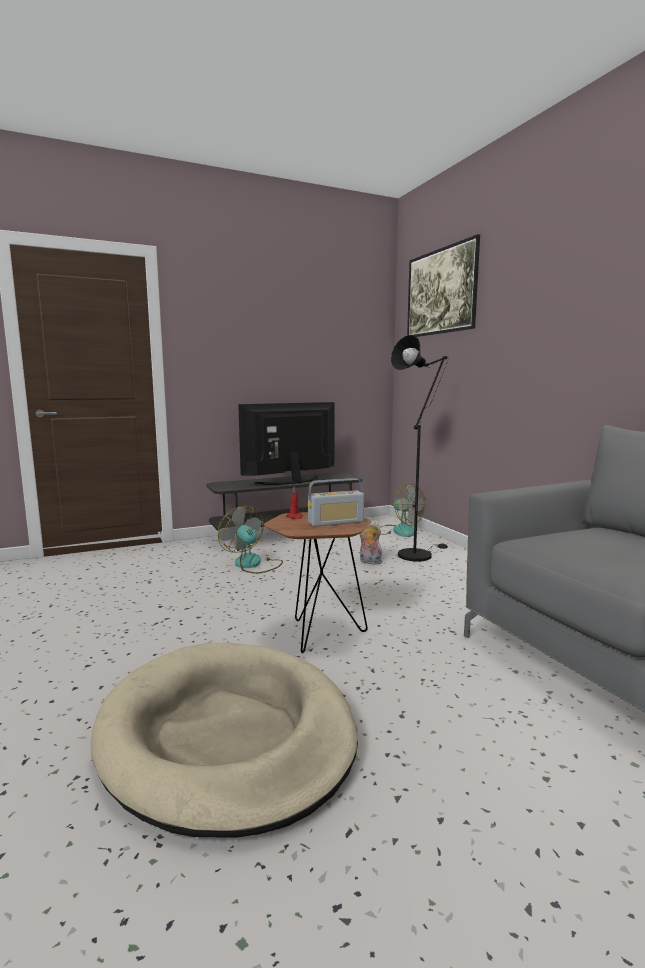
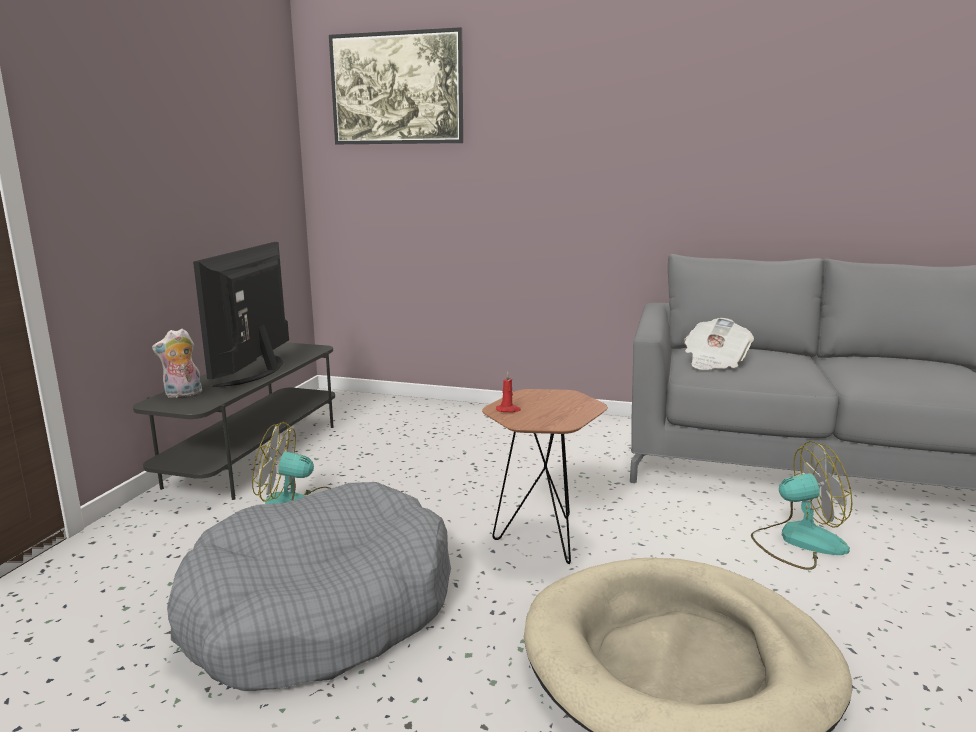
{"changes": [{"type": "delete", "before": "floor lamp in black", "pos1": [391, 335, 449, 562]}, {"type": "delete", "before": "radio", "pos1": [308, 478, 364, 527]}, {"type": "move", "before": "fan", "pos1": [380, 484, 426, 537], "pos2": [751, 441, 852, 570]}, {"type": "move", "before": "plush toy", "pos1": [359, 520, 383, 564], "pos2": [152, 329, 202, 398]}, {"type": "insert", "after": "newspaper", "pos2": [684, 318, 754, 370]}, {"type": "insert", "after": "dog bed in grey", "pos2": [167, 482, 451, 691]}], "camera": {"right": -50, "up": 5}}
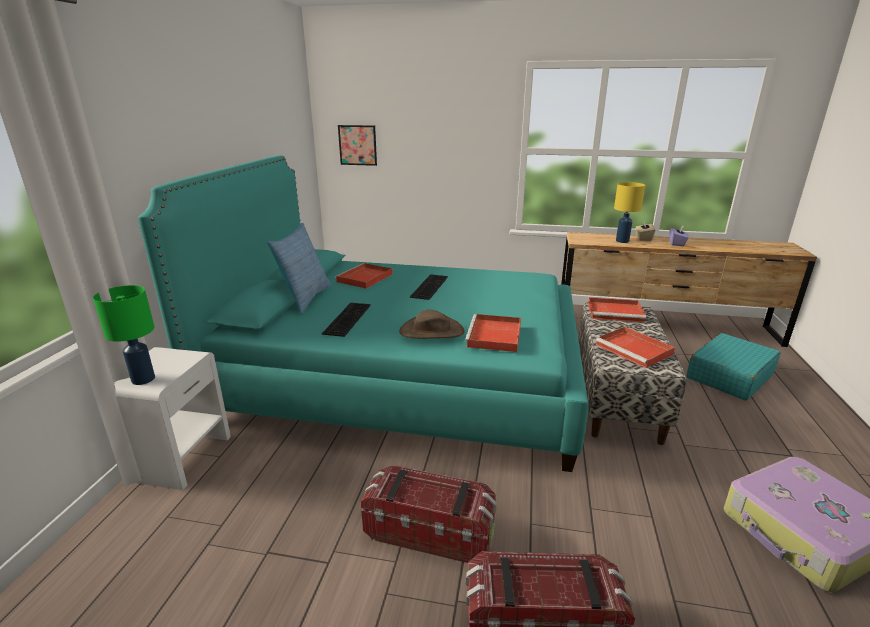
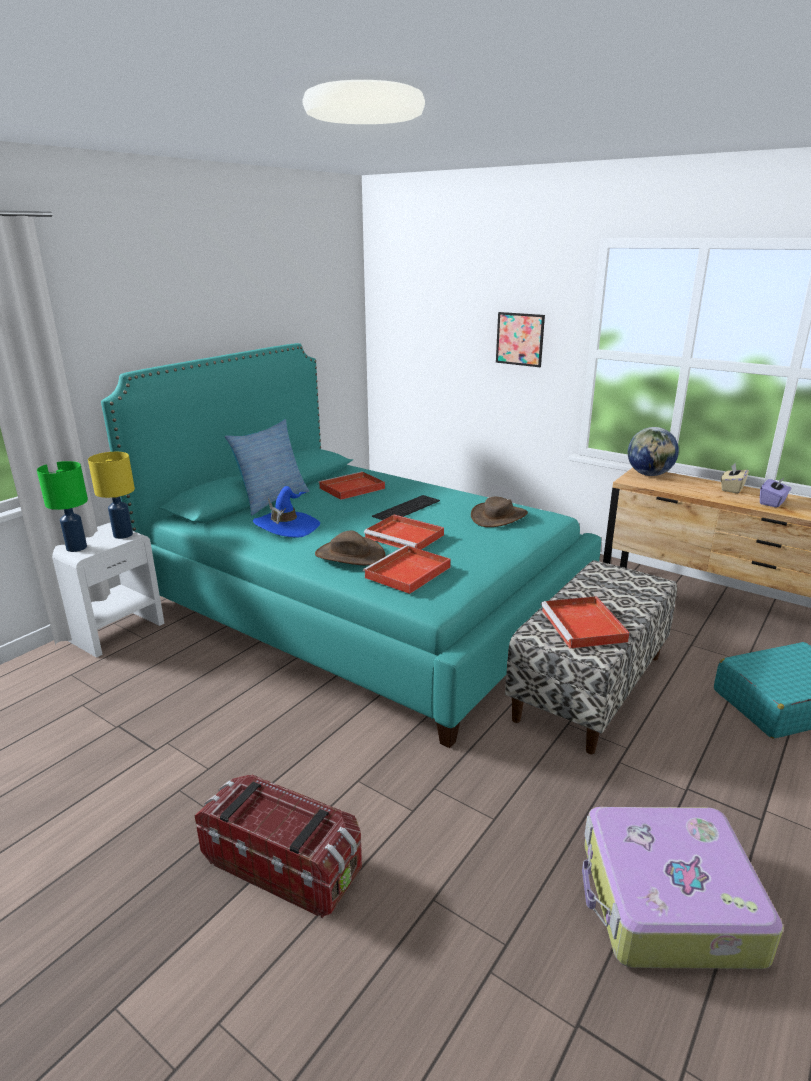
{"changes": [{"type": "move", "before": "picture", "pos1": [338, 125, 377, 166], "pos2": [496, 312, 545, 367]}, {"type": "move", "before": "table lamp in yellow", "pos1": [614, 182, 646, 243], "pos2": [88, 452, 135, 539]}, {"type": "move", "before": "tray in red", "pos1": [588, 297, 646, 323], "pos2": [364, 515, 444, 550]}, {"type": "replace", "before": "keyboard", "after": "hat in blue", "pos1": [322, 303, 371, 337], "pos2": [253, 486, 320, 537]}, {"type": "delete", "before": "storage box", "pos1": [361, 466, 497, 563]}, {"type": "insert", "after": "globe", "pos2": [628, 427, 679, 476]}, {"type": "insert", "after": "hat in brown", "pos2": [471, 497, 528, 527]}], "camera": {"right": 25, "up": 0}}
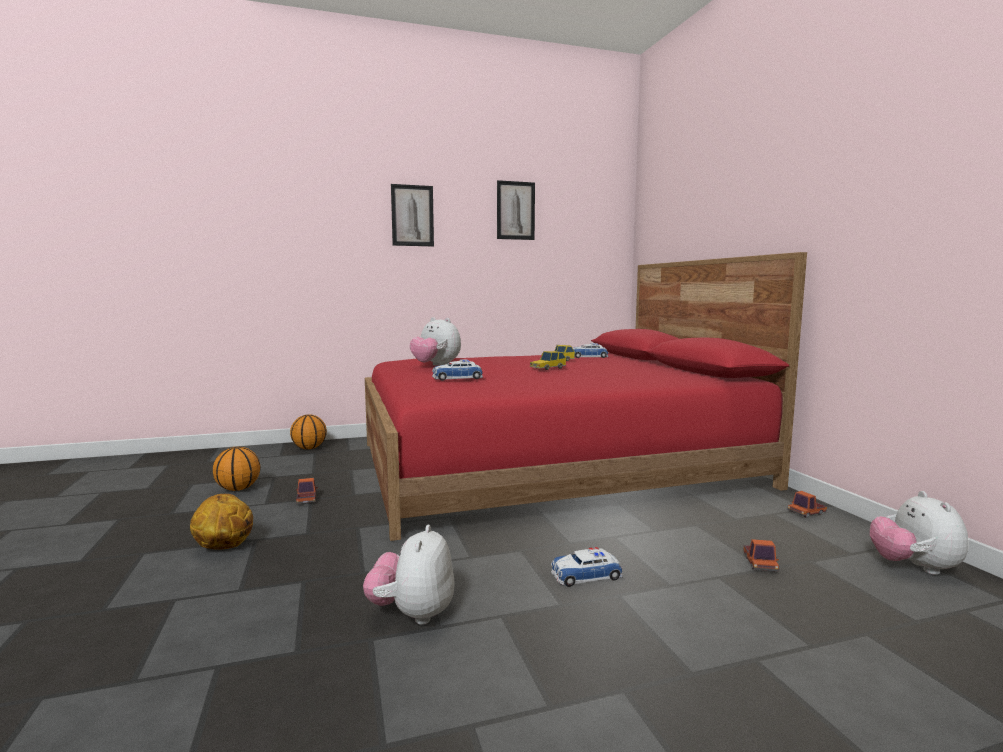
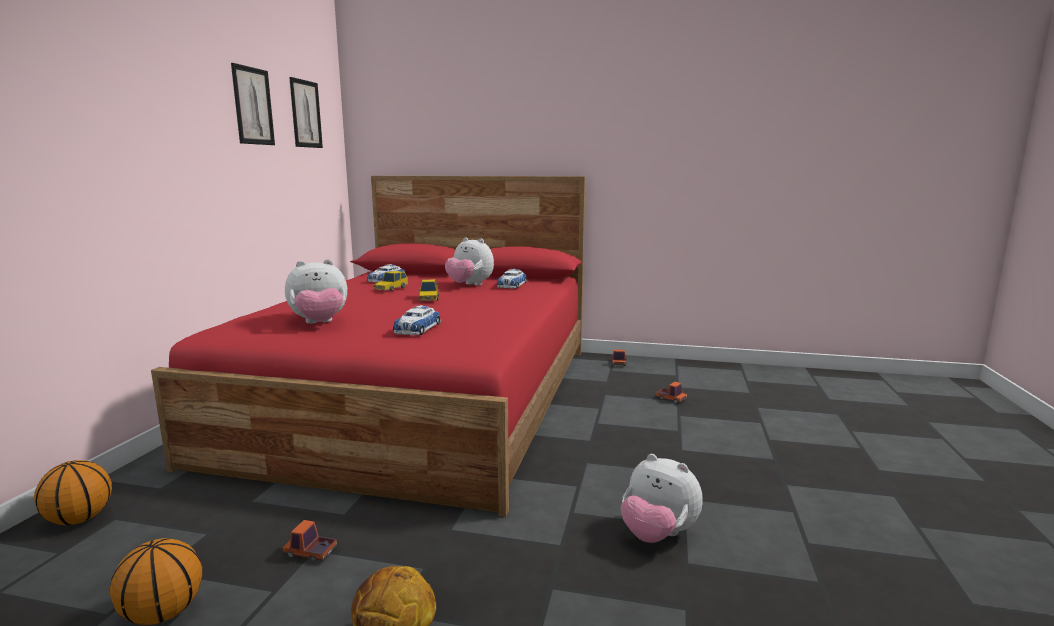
{"changes": [{"type": "move", "before": "picture", "pos1": [391, 184, 434, 246], "pos2": [289, 77, 323, 148]}, {"type": "move", "before": "plush toy", "pos1": [870, 491, 968, 575], "pos2": [445, 237, 494, 286]}, {"type": "move", "before": "toy car", "pos1": [551, 547, 623, 587], "pos2": [497, 269, 527, 289]}], "camera": {"right": -60, "up": 5}}
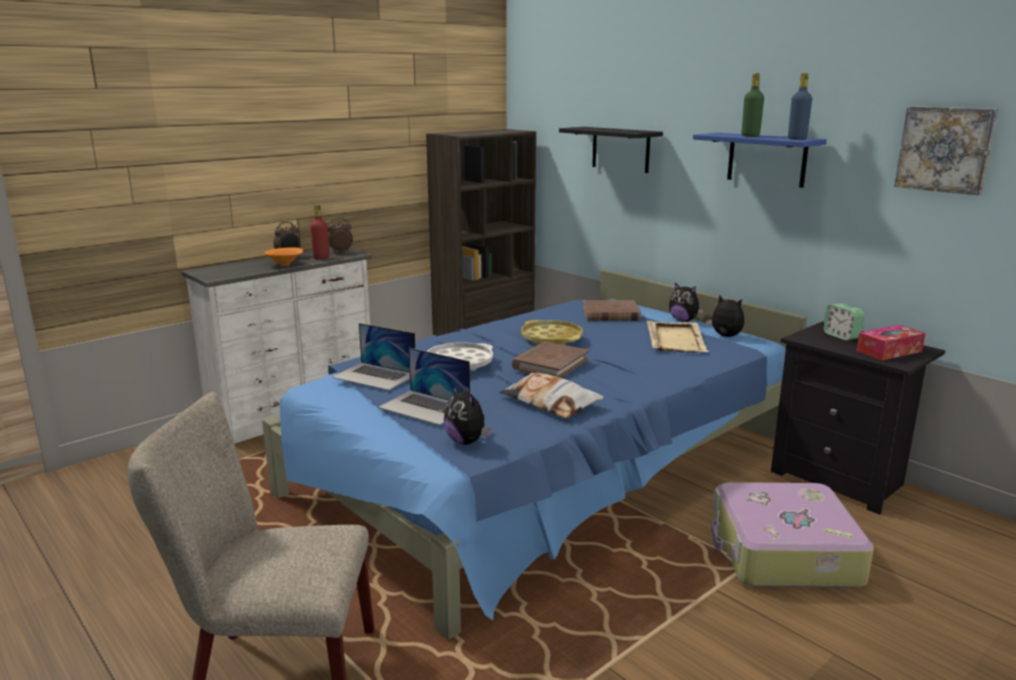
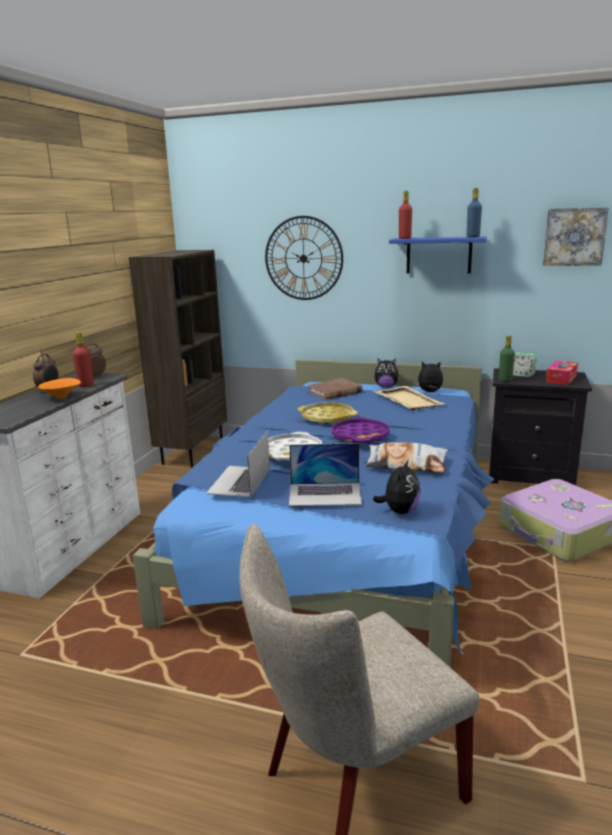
{"changes": [{"type": "move", "before": "bottle in green", "pos1": [741, 73, 764, 137], "pos2": [499, 335, 515, 382]}, {"type": "replace", "before": "shelf in black", "after": "wall clock", "pos1": [559, 127, 663, 173], "pos2": [265, 216, 343, 300]}, {"type": "rotate", "before": "laptop", "pos1": [332, 323, 416, 390], "pos2": [206, 431, 270, 497], "turn": 105}, {"type": "replace", "before": "book in brown", "after": "tray in purple", "pos1": [512, 342, 589, 378], "pos2": [332, 417, 390, 444]}, {"type": "rotate", "before": "plush toy", "pos1": [444, 384, 491, 445], "pos2": [373, 459, 420, 514], "turn": -90}, {"type": "insert", "after": "bottle in red", "pos2": [399, 191, 412, 239]}], "camera": {"right": -30, "up": 0}}
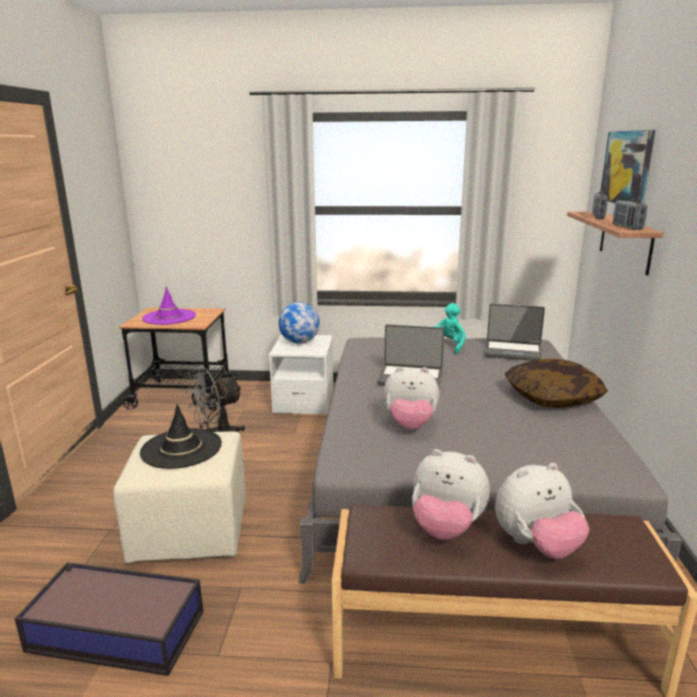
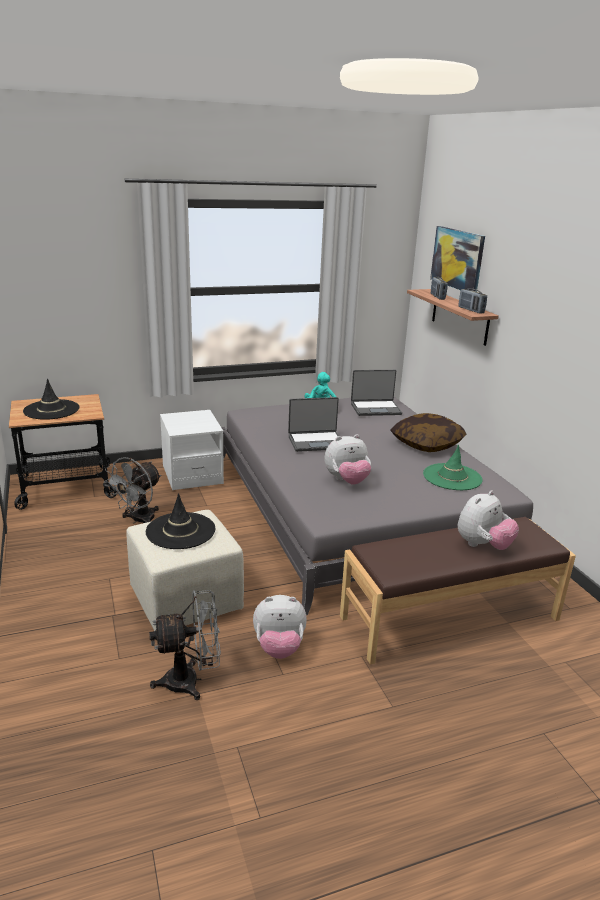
{"changes": [{"type": "recolor", "before": "hat in purple", "after": "hat in black", "pos1": [142, 286, 196, 325], "pos2": [23, 379, 79, 420]}, {"type": "delete", "before": "globe", "pos1": [278, 302, 320, 344]}, {"type": "move", "before": "plush toy", "pos1": [412, 449, 490, 540], "pos2": [253, 595, 307, 659]}, {"type": "replace", "before": "storage box", "after": "fan in grey", "pos1": [15, 562, 203, 676], "pos2": [149, 590, 221, 700]}, {"type": "insert", "after": "hat in green", "pos2": [423, 445, 483, 490]}], "camera": {"right": -25, "up": 5}}
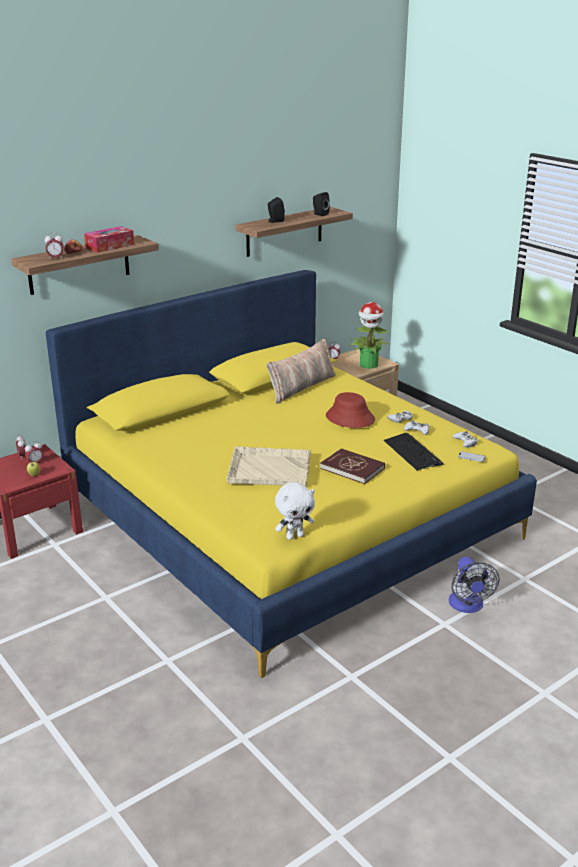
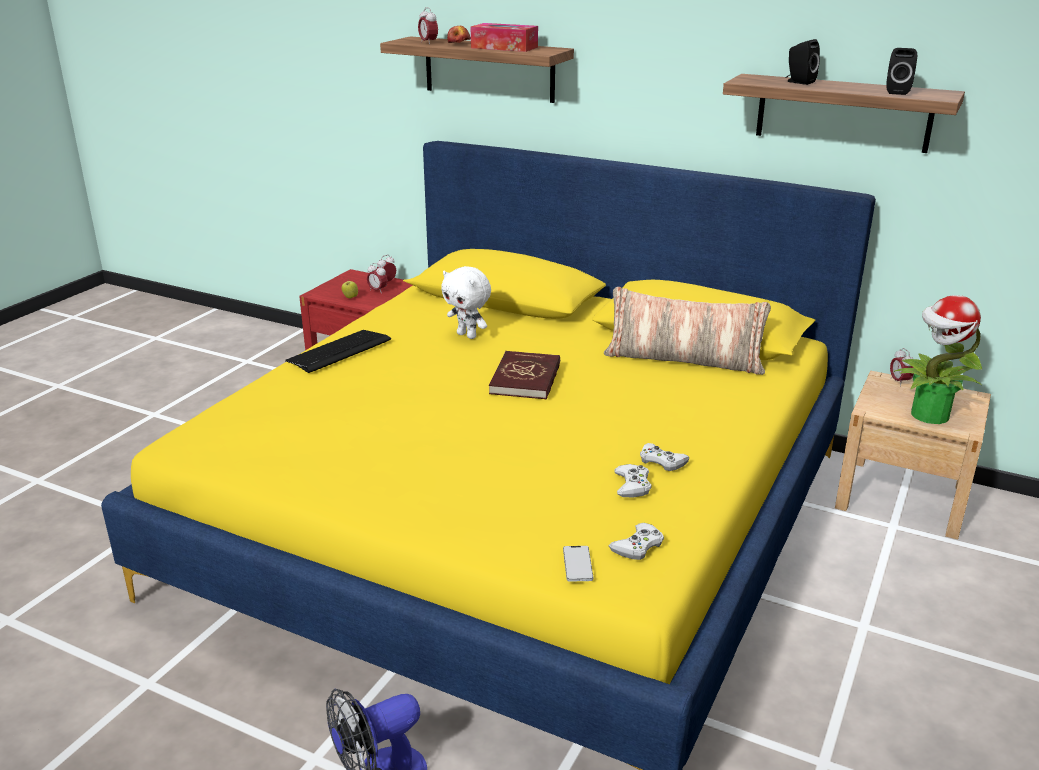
{"changes": [{"type": "delete", "before": "hat in red", "pos1": [326, 392, 375, 428]}, {"type": "move", "before": "keyboard", "pos1": [384, 433, 443, 471], "pos2": [285, 330, 391, 373]}, {"type": "delete", "before": "tray in beige", "pos1": [226, 446, 311, 486]}, {"type": "move", "before": "book in red", "pos1": [320, 449, 385, 484], "pos2": [489, 351, 560, 400]}, {"type": "move", "before": "plush toy in white", "pos1": [275, 482, 315, 540], "pos2": [441, 266, 491, 339]}], "camera": {"right": 65, "up": 0}}
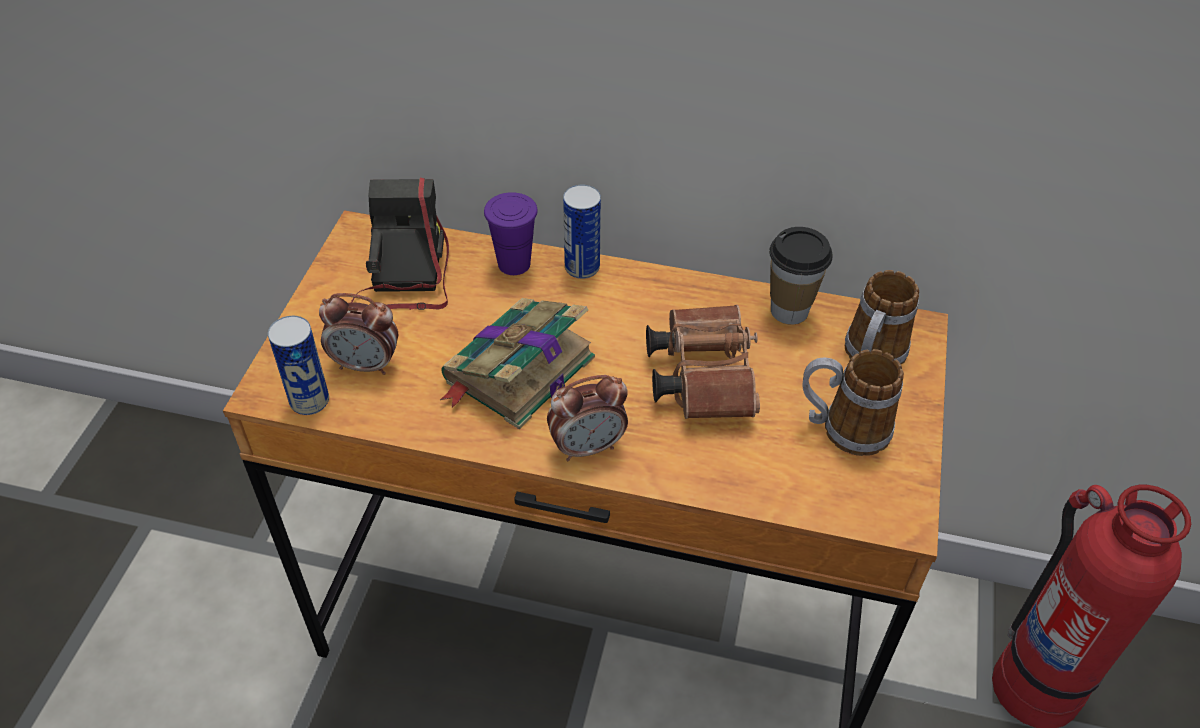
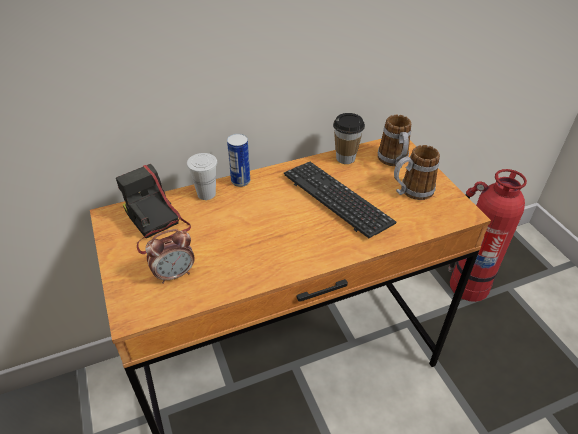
{"changes": [{"type": "recolor", "before": "cup in purple", "after": "cup in white", "pos1": [484, 192, 538, 275], "pos2": [187, 153, 217, 200]}, {"type": "delete", "before": "book", "pos1": [440, 298, 595, 429]}, {"type": "replace", "before": "binoculars in brown", "after": "keyboard", "pos1": [646, 305, 760, 419], "pos2": [284, 162, 396, 238]}, {"type": "delete", "before": "can", "pos1": [268, 316, 329, 415]}, {"type": "delete", "before": "alarm clock", "pos1": [547, 375, 628, 461]}], "camera": {"right": -35, "up": -5}}
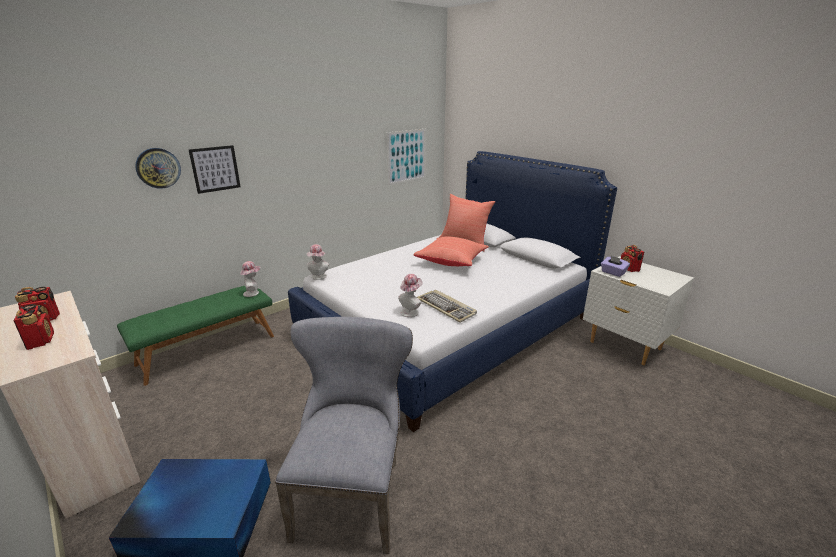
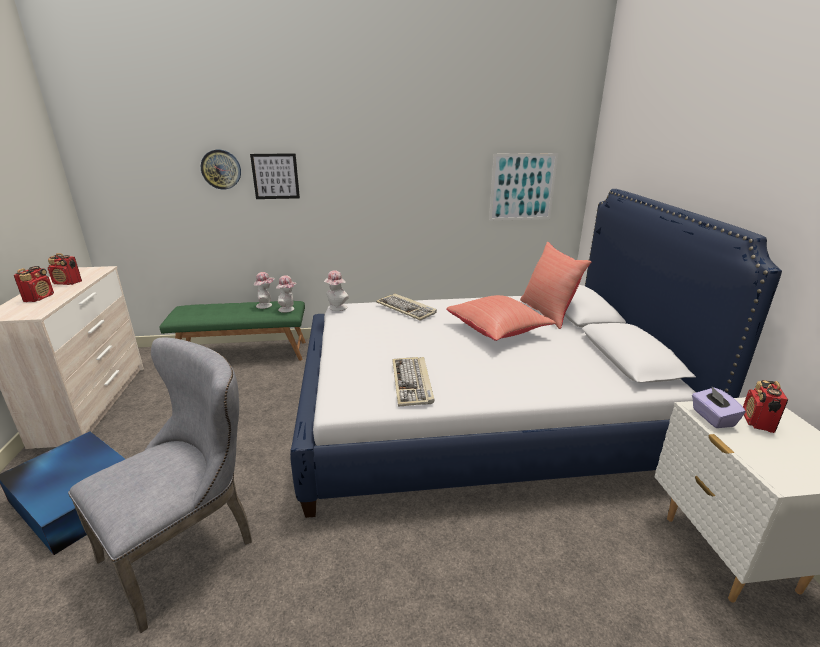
{"changes": [{"type": "move", "before": "hat", "pos1": [398, 274, 422, 317], "pos2": [254, 272, 274, 309]}, {"type": "insert", "after": "keyboard", "pos2": [376, 293, 437, 321]}], "camera": {"right": 35, "up": 0}}
